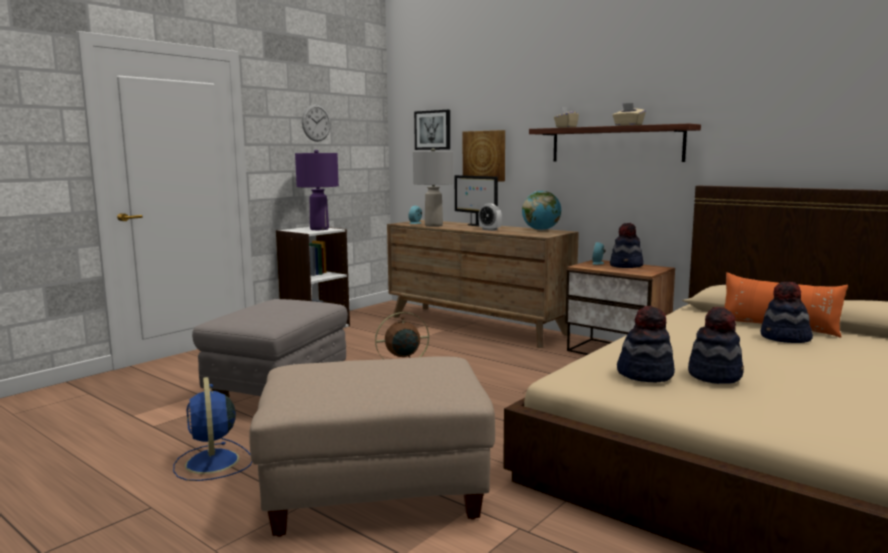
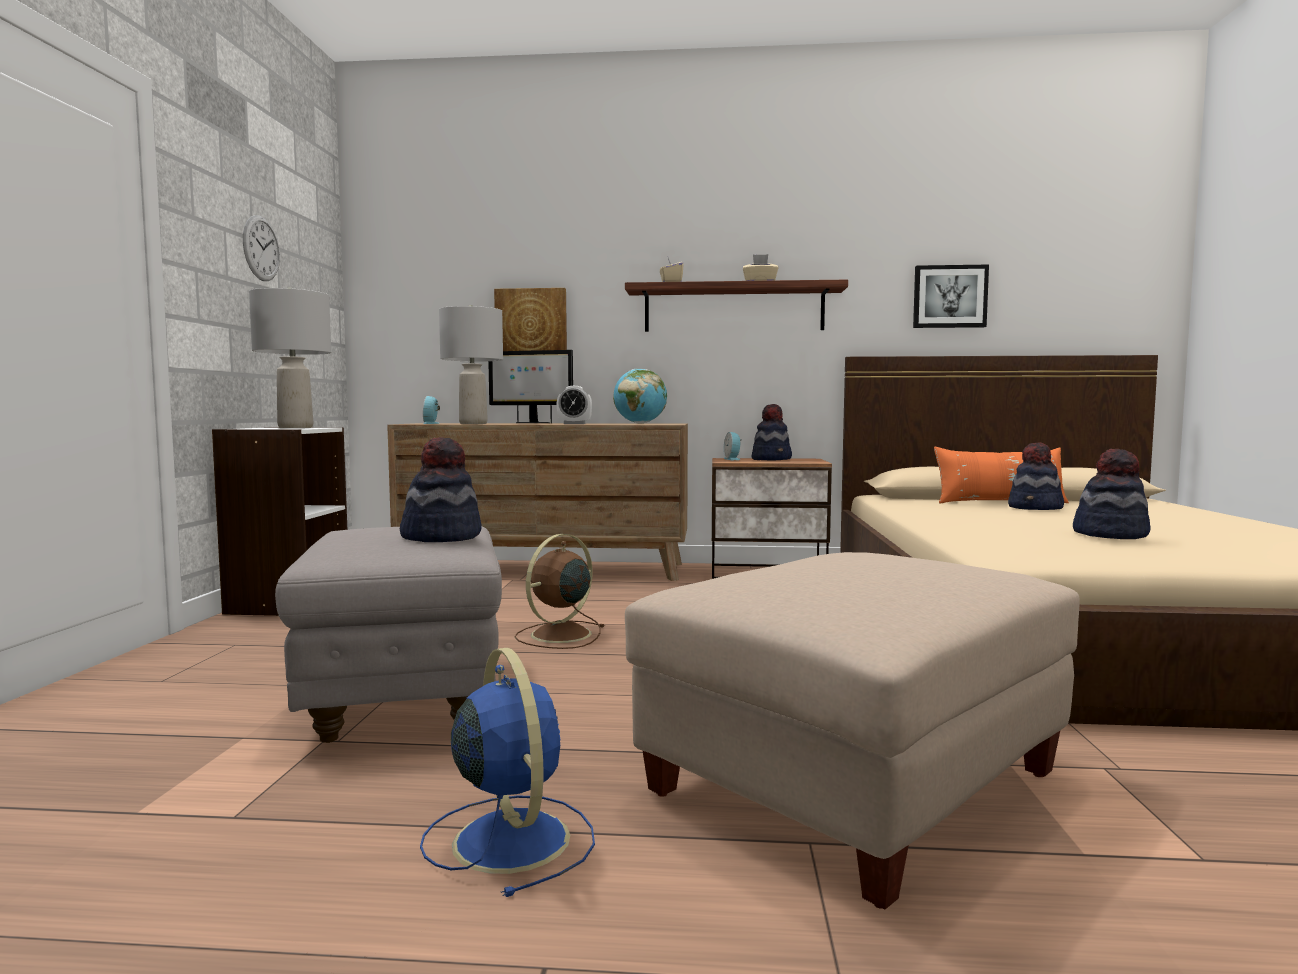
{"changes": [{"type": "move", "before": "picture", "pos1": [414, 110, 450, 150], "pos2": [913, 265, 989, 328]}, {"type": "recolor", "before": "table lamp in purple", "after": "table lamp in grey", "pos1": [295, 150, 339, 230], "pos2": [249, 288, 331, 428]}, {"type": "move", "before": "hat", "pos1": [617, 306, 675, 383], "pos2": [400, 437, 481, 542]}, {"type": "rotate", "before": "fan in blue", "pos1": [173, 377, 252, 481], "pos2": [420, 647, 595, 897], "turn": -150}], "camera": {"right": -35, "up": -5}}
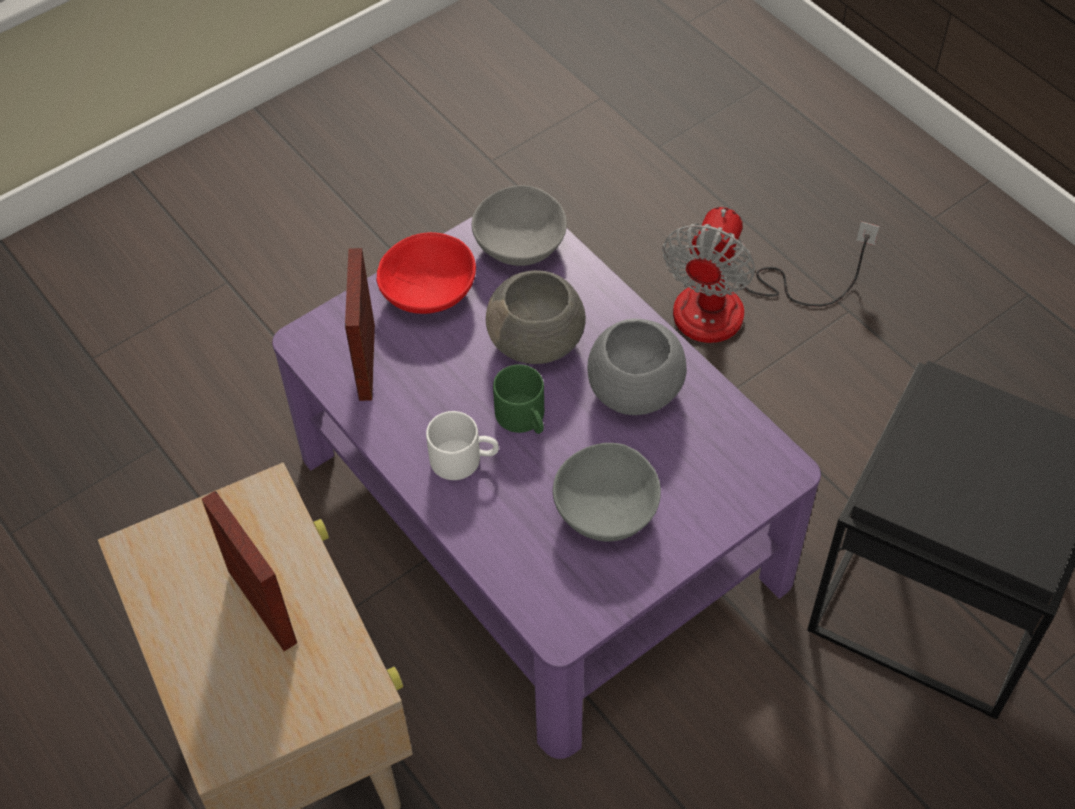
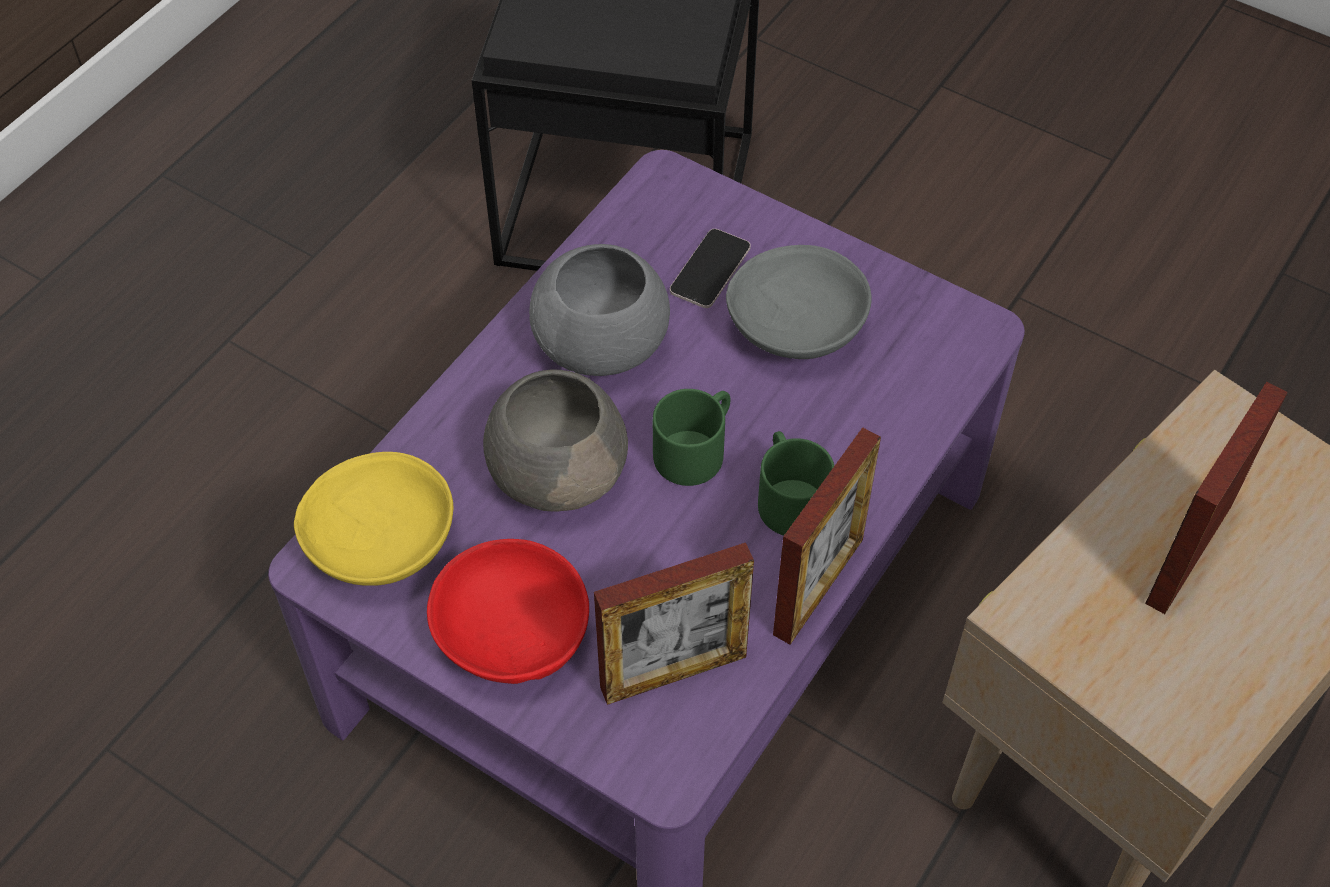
{"changes": [{"type": "recolor", "before": "bowl in grey", "after": "bowl in yellow", "pos1": [472, 185, 567, 266], "pos2": [294, 452, 453, 586]}, {"type": "delete", "before": "fan", "pos1": [662, 207, 880, 343]}, {"type": "recolor", "before": "mug in white", "after": "mug in green", "pos1": [426, 411, 499, 480], "pos2": [758, 431, 834, 535]}, {"type": "insert", "after": "phone", "pos2": [670, 229, 751, 308]}, {"type": "insert", "after": "picture frame", "pos2": [773, 427, 881, 644]}], "camera": {"right": -110, "up": 0}}
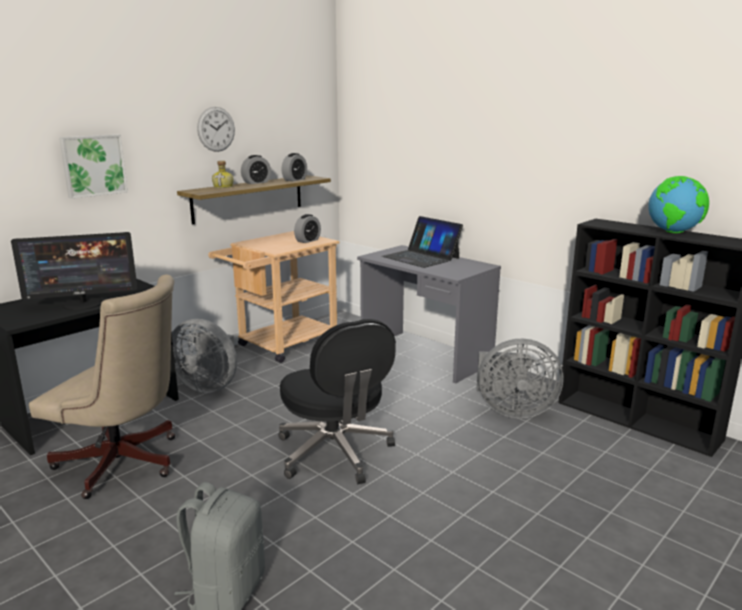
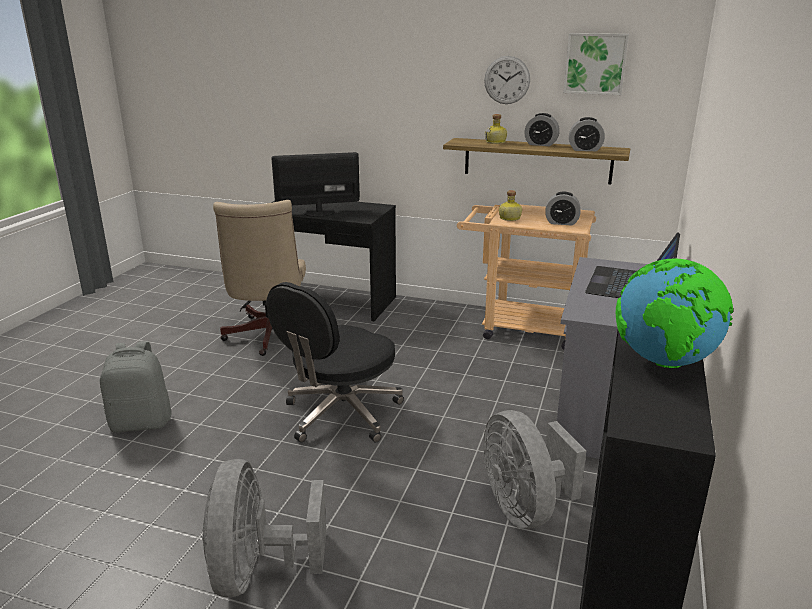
{"changes": [{"type": "move", "before": "picture", "pos1": [59, 134, 128, 199], "pos2": [564, 33, 629, 95]}, {"type": "rotate", "before": "monitor", "pos1": [11, 232, 137, 310], "pos2": [271, 152, 360, 217], "turn": 120}, {"type": "move", "before": "fan in grey", "pos1": [172, 319, 237, 393], "pos2": [202, 459, 326, 598]}, {"type": "insert", "after": "bottle", "pos2": [499, 190, 522, 221]}], "camera": {"right": 65, "up": 5}}
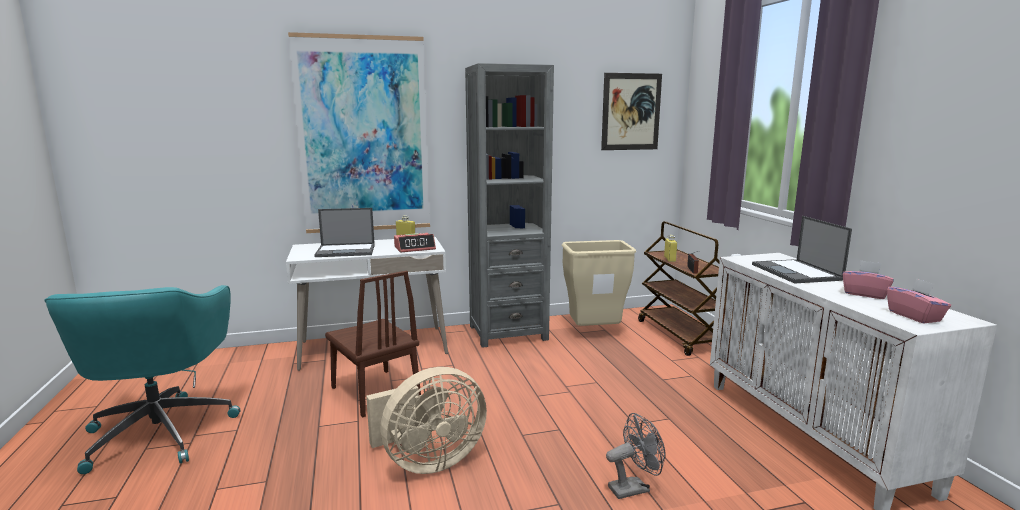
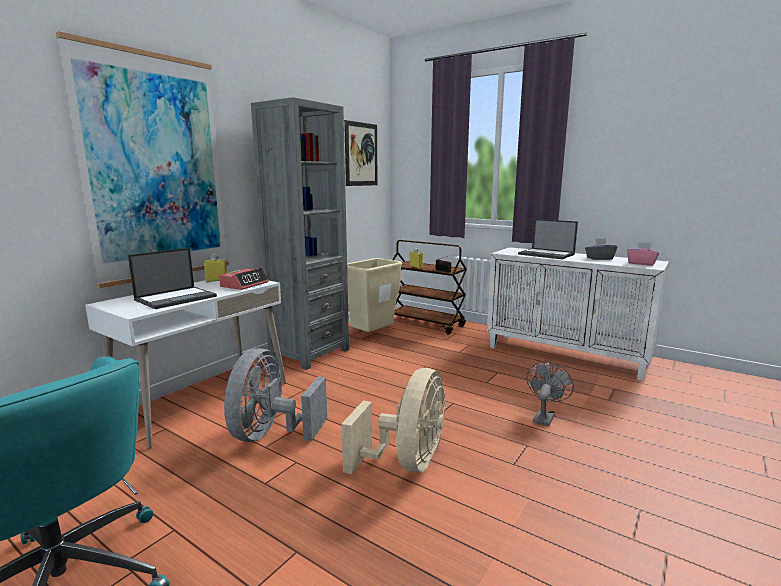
{"changes": [{"type": "recolor", "before": "tissue box in pink", "after": "tissue box in grey", "pos1": [843, 260, 893, 299], "pos2": [585, 238, 617, 260]}, {"type": "replace", "before": "chair in brown", "after": "fan in grey", "pos1": [325, 271, 421, 417], "pos2": [224, 348, 327, 442]}], "camera": {"right": -40, "up": 0}}
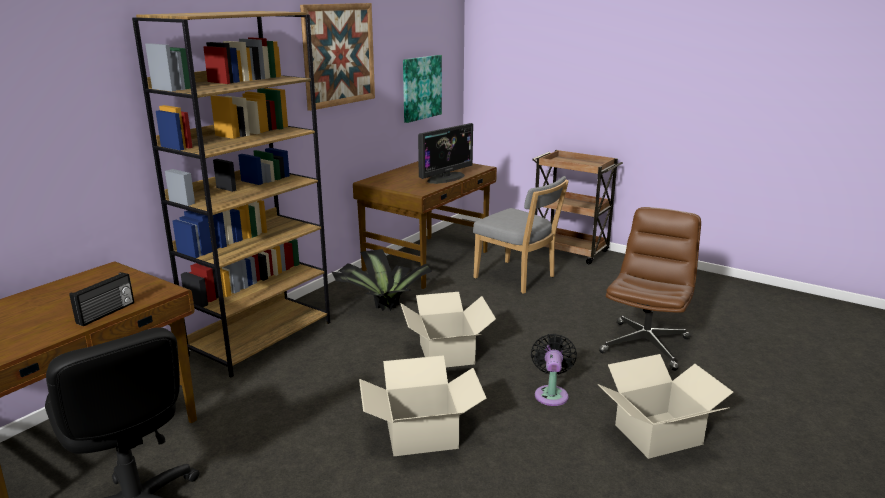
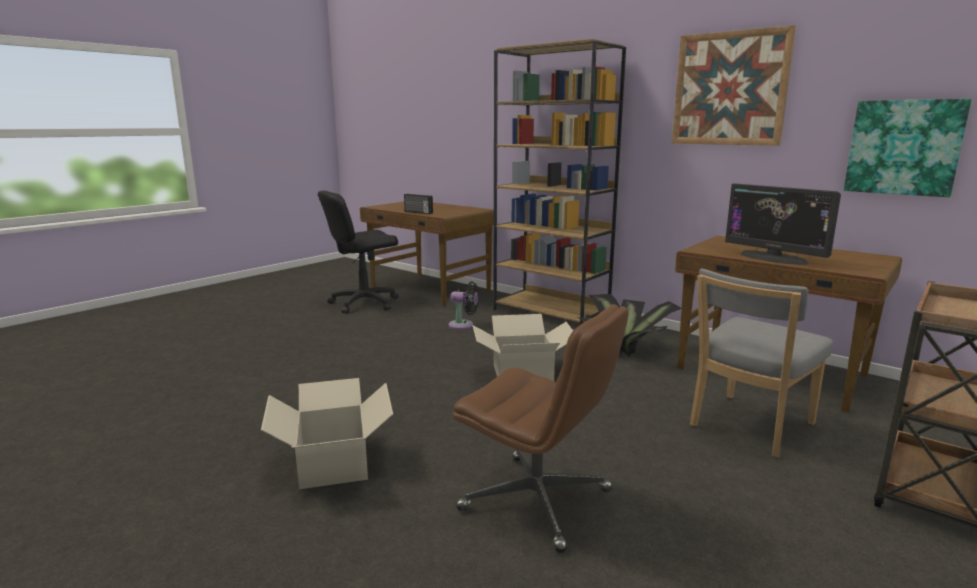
{"changes": [{"type": "move", "before": "fan in black", "pos1": [531, 334, 577, 406], "pos2": [449, 281, 479, 330]}, {"type": "delete", "before": "cardboard box", "pos1": [359, 355, 486, 456]}], "camera": {"right": 95, "up": -5}}
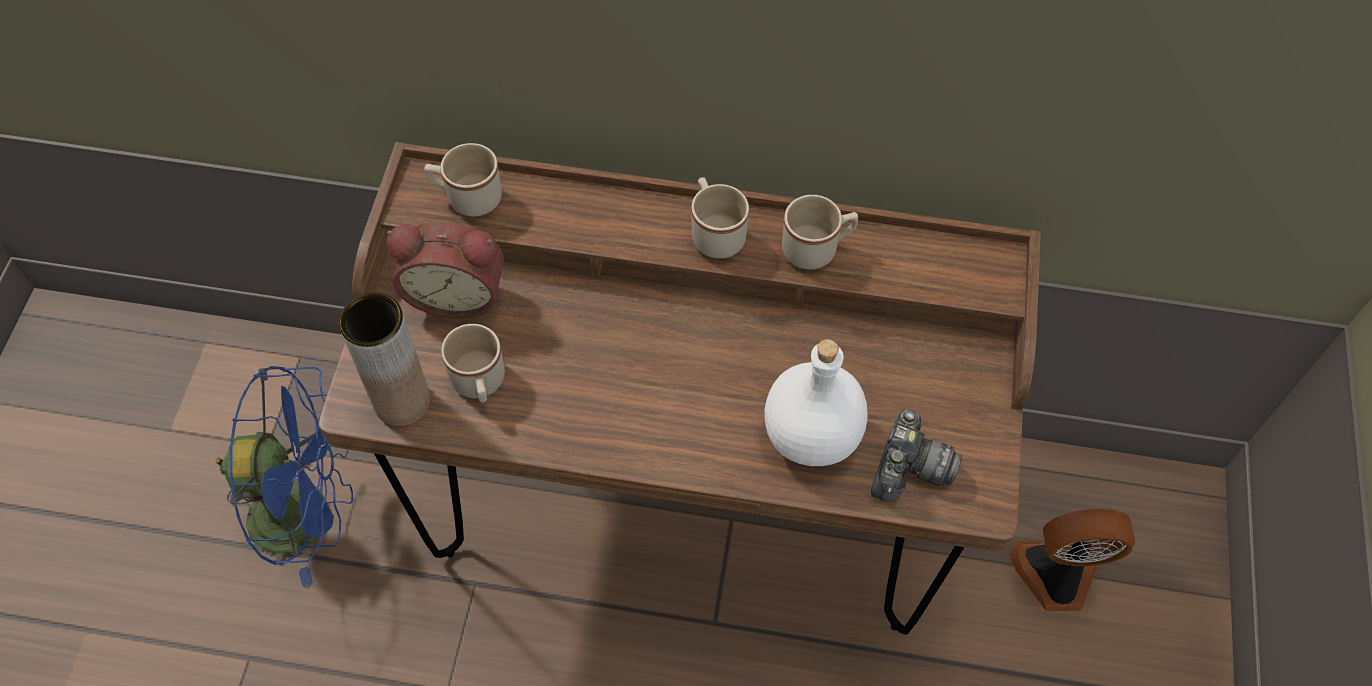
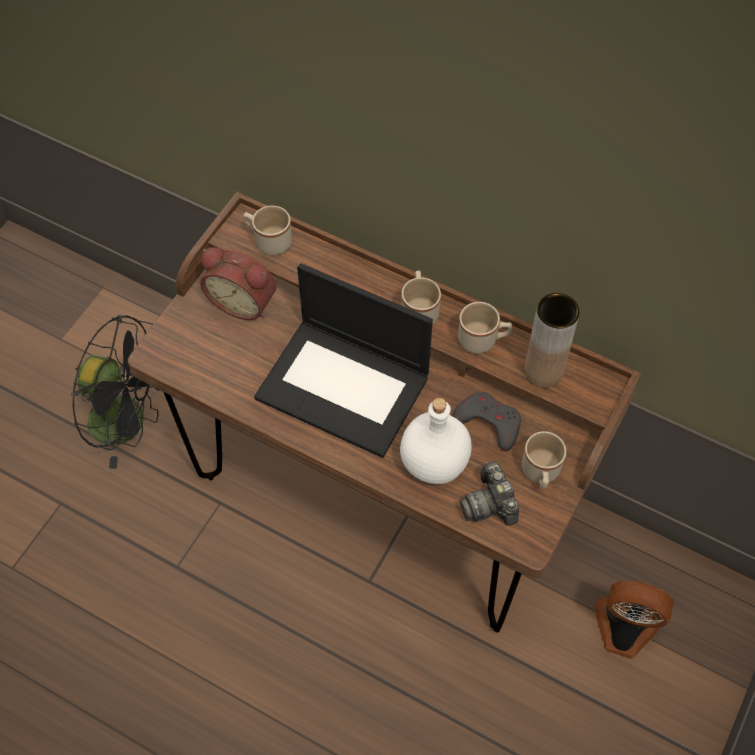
{"changes": [{"type": "move", "before": "vase in brown", "pos1": [339, 293, 430, 426], "pos2": [524, 293, 580, 388]}, {"type": "move", "before": "mug in beige", "pos1": [441, 324, 505, 403], "pos2": [522, 431, 566, 489]}, {"type": "recolor", "before": "fan in blue", "after": "fan in black", "pos1": [215, 366, 353, 587], "pos2": [71, 315, 159, 468]}, {"type": "rotate", "before": "photo camera", "pos1": [871, 409, 962, 502], "pos2": [460, 461, 519, 526], "turn": 120}, {"type": "insert", "after": "laptop", "pos2": [254, 263, 433, 458]}, {"type": "insert", "after": "game controller in grey", "pos2": [452, 392, 521, 451]}], "camera": {"right": 20, "up": 0}}
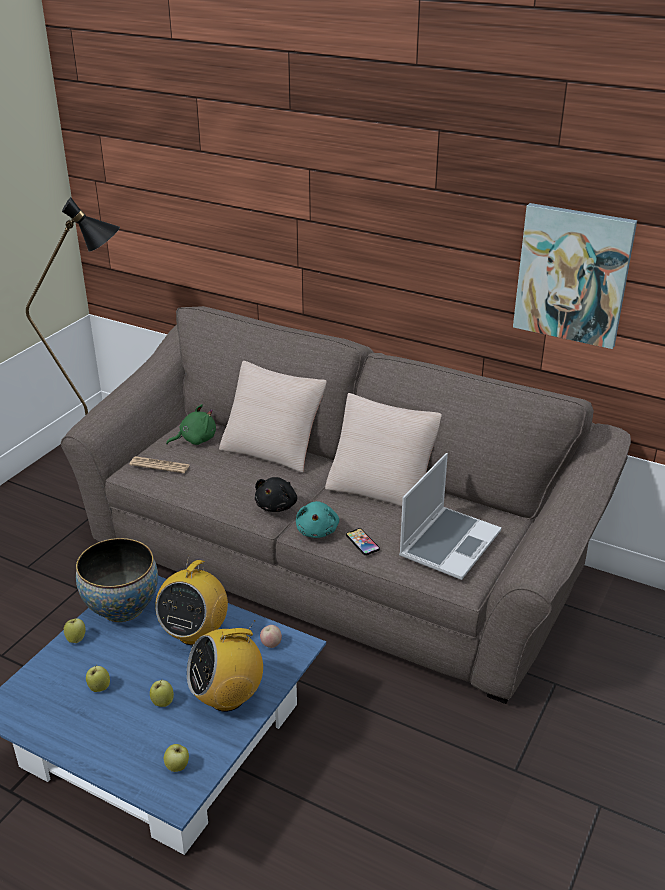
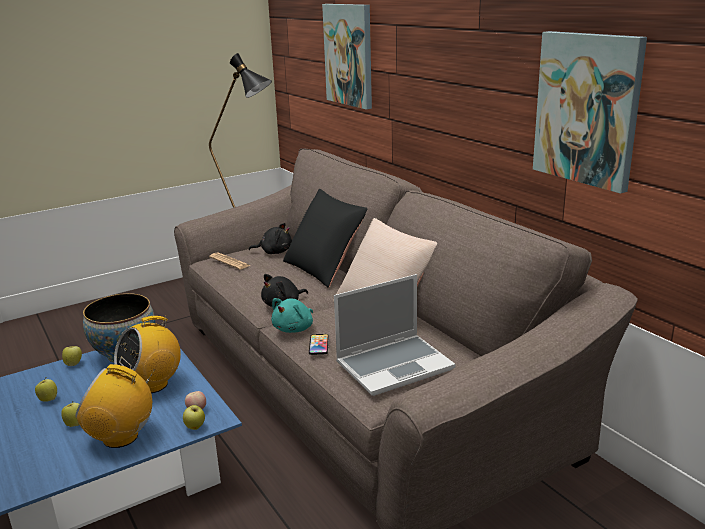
{"changes": [{"type": "recolor", "before": "pillow in beige", "after": "pillow in black", "pos1": [219, 361, 327, 473], "pos2": [283, 189, 367, 288]}, {"type": "recolor", "before": "plush toy in green", "after": "plush toy in black", "pos1": [166, 404, 216, 445], "pos2": [249, 223, 292, 254]}, {"type": "move", "before": "apple", "pos1": [164, 744, 189, 772], "pos2": [183, 405, 205, 430]}, {"type": "insert", "after": "picture", "pos2": [322, 4, 372, 109]}], "camera": {"right": 30, "up": -10}}
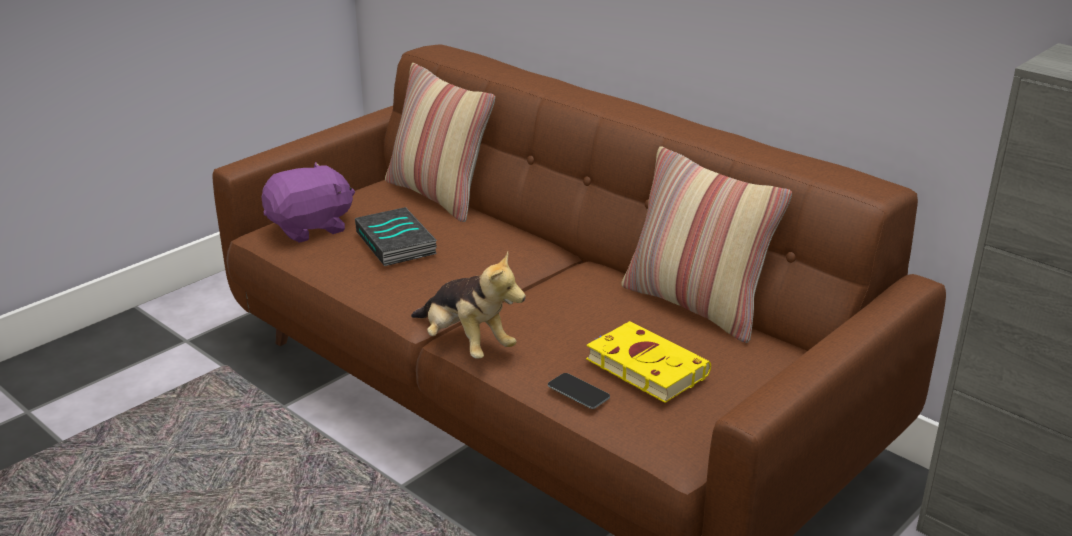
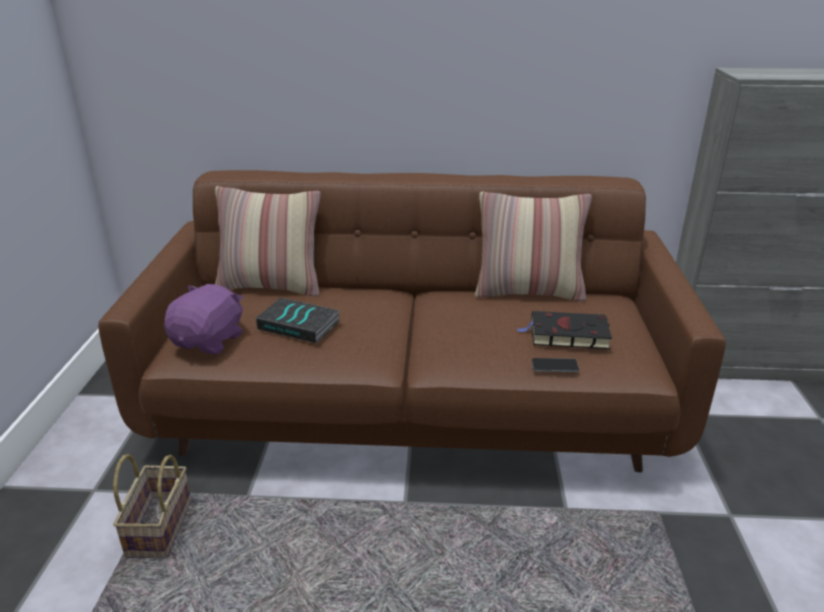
{"changes": [{"type": "delete", "before": "plush toy", "pos1": [411, 251, 526, 359]}, {"type": "recolor", "before": "book in yellow", "after": "book in black", "pos1": [586, 321, 711, 403], "pos2": [517, 311, 612, 349]}, {"type": "insert", "after": "basket", "pos2": [113, 454, 192, 558]}], "camera": {"right": -40, "up": 0}}
